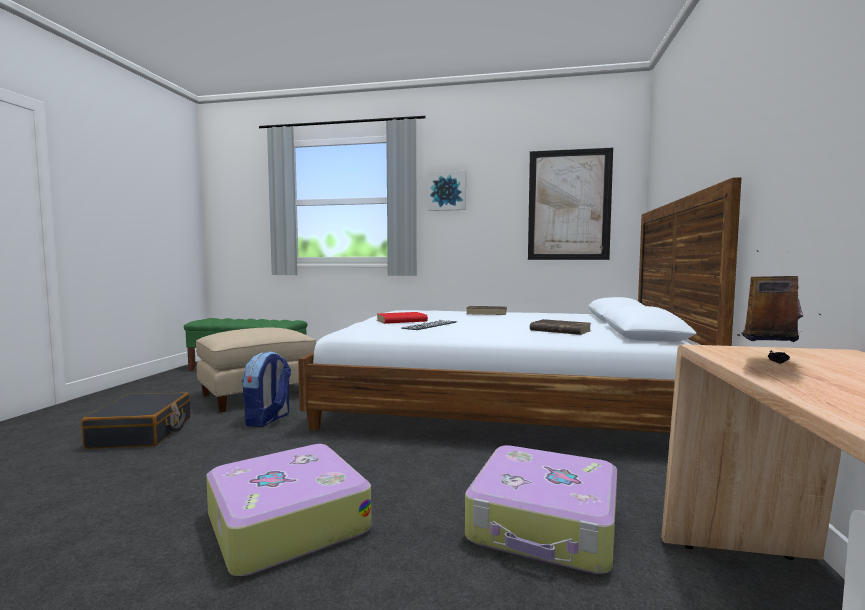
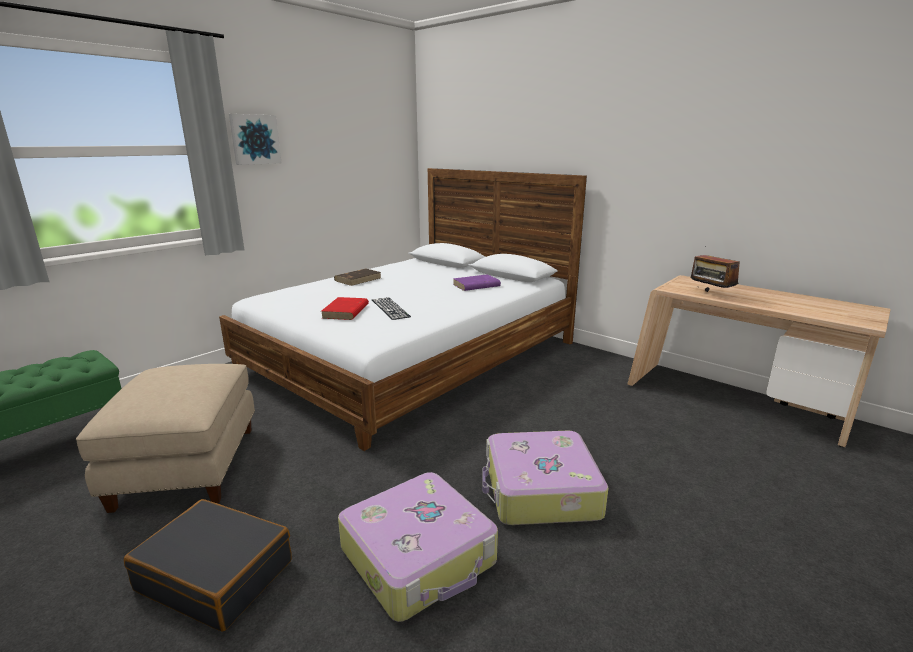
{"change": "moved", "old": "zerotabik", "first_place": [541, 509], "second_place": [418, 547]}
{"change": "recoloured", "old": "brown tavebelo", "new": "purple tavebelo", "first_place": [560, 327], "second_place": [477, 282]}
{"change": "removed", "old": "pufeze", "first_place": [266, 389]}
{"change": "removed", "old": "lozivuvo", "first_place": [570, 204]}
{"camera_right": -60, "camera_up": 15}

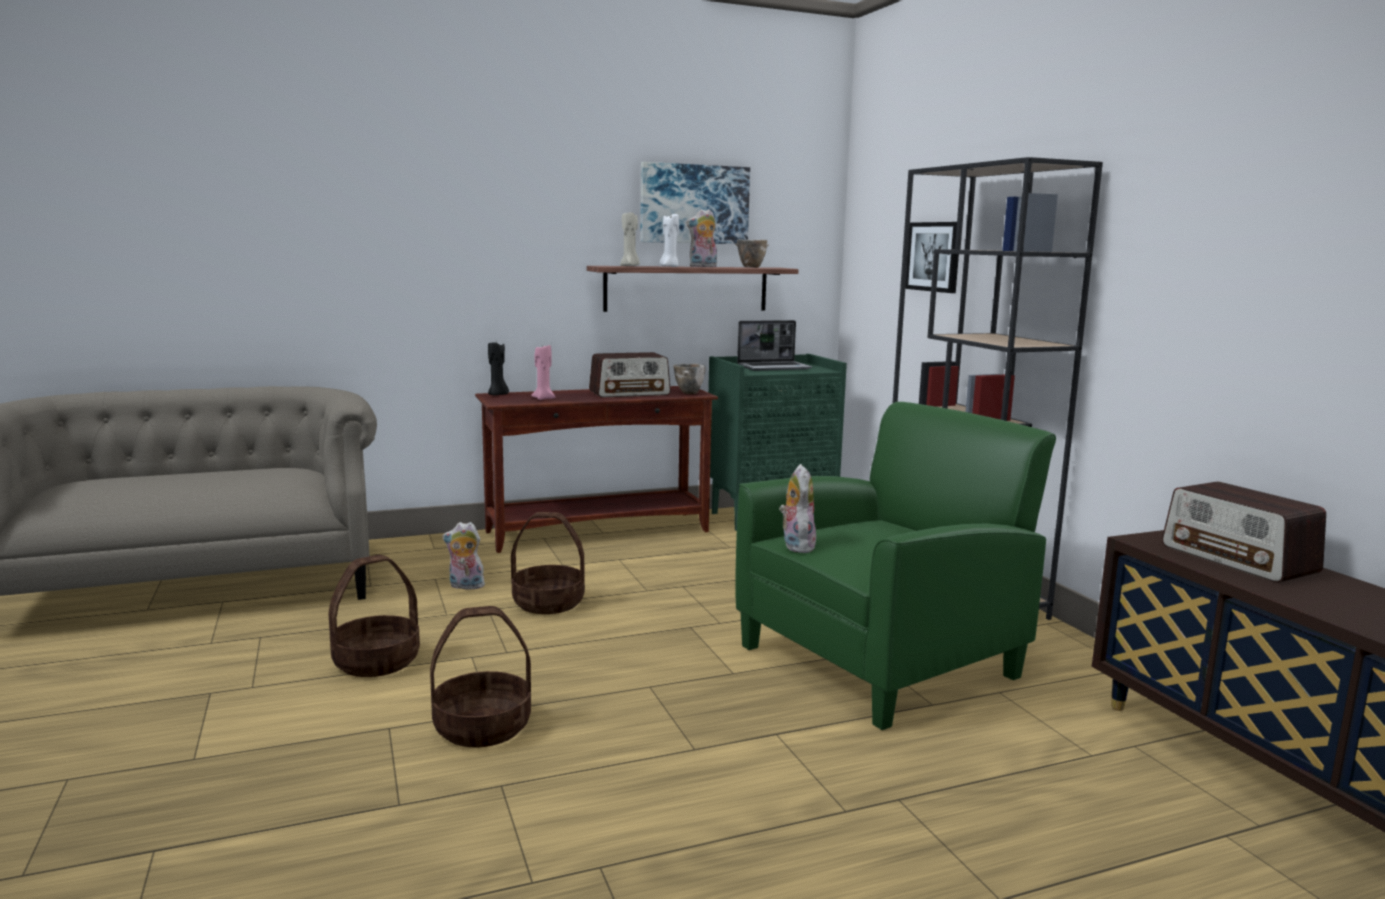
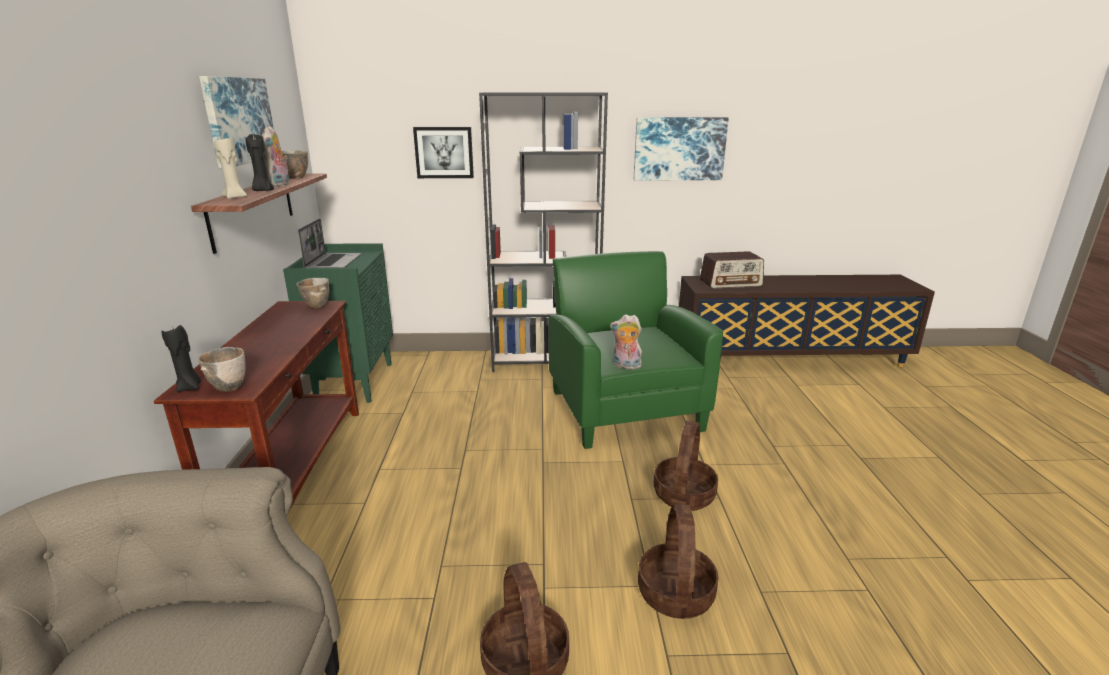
{"change": "added", "new": "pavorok", "second_place": [222, 369]}
{"change": "recoloured", "old": "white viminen", "new": "black viminen", "first_place": [669, 240], "second_place": [259, 162]}
{"change": "added", "new": "lozivuvo", "second_place": [681, 148]}
{"change": "moved", "old": "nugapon", "first_place": [548, 563], "second_place": [686, 465]}
{"change": "removed", "old": "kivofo", "first_place": [465, 556]}
{"change": "removed", "old": "pink viminen", "first_place": [543, 372]}
{"change": "removed", "old": "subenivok", "first_place": [630, 375]}
{"camera_right": -70, "camera_up": 10}

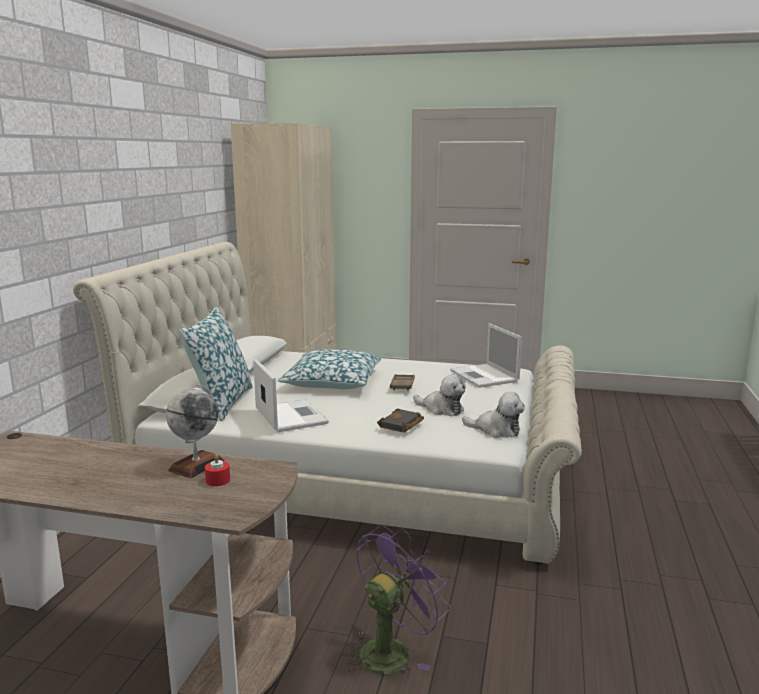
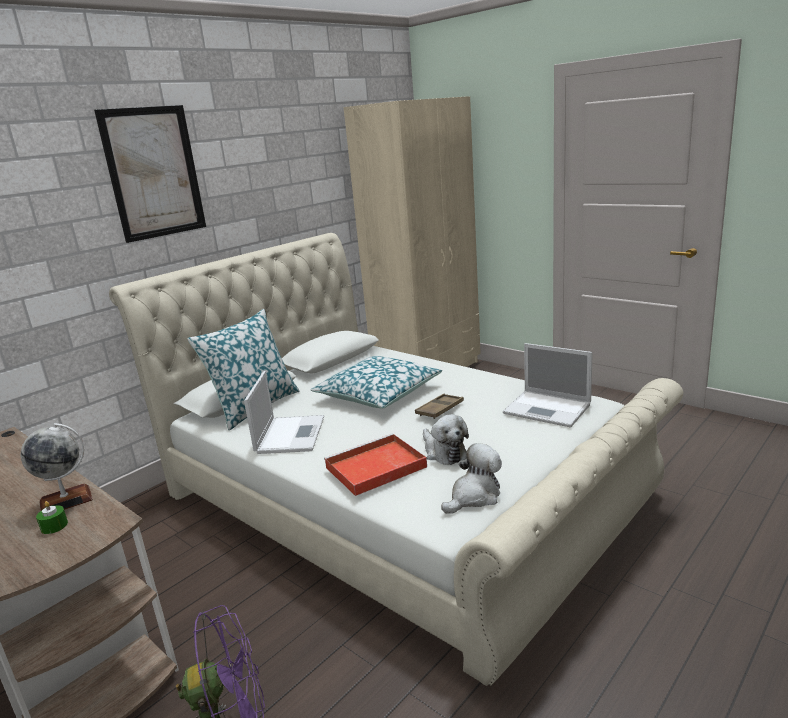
{"change": "recoloured", "old": "red viminen", "new": "green viminen", "first_place": [217, 470], "second_place": [52, 517]}
{"change": "added", "new": "lozivuvo", "second_place": [150, 174]}
{"change": "replaced", "old": "black tavebelo", "new": "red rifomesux", "first_place": [400, 420], "second_place": [375, 464]}
{"change": "turned", "old": "kivofo", "first_place": [493, 415], "second_place": [471, 478], "degrees": -90}
{"change": "turned", "old": "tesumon", "first_place": [486, 355], "second_place": [548, 385], "degrees": -60}
{"camera_right": 30, "camera_up": 5}

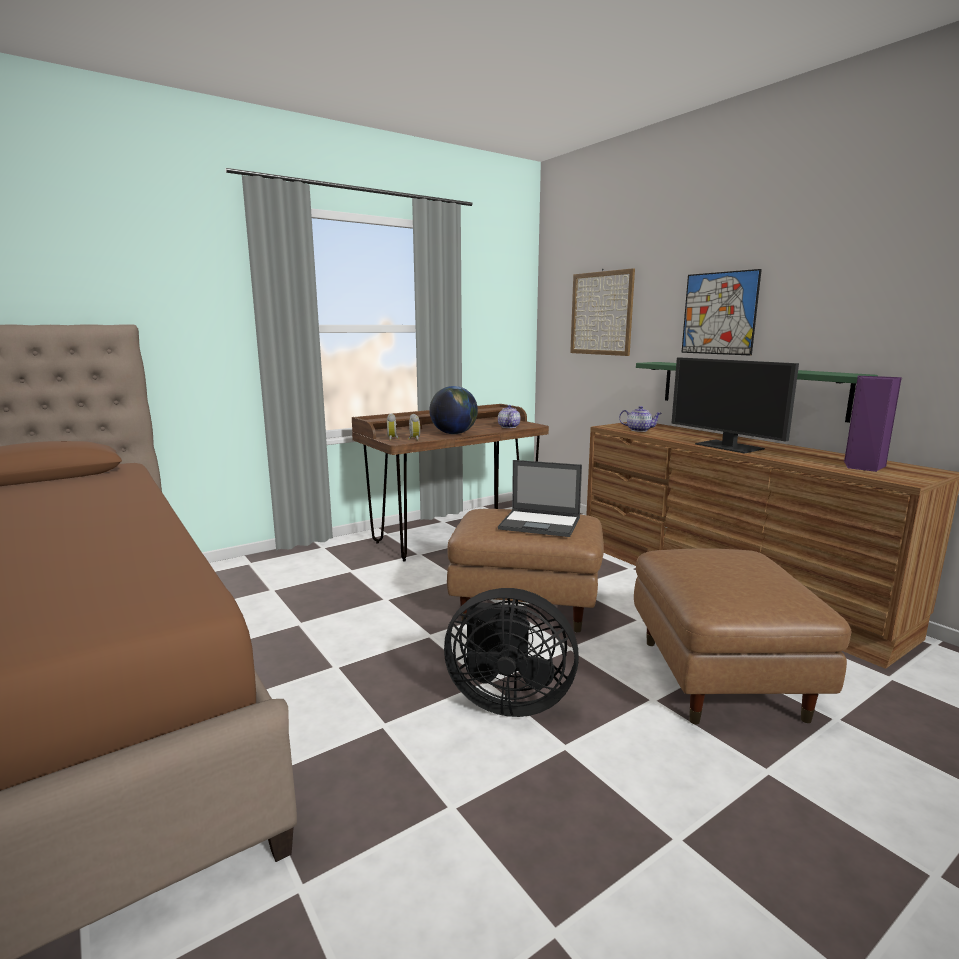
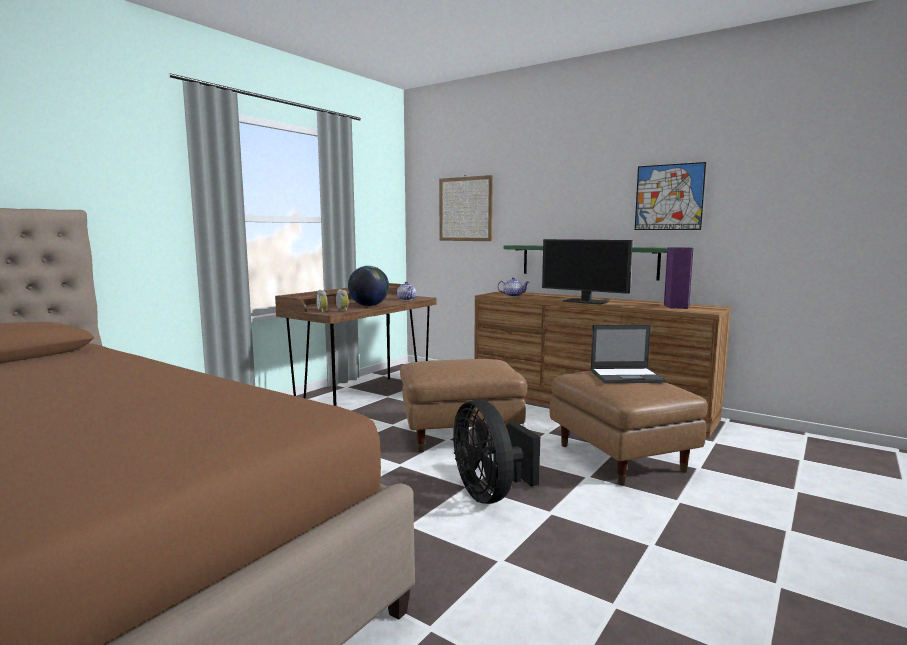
{"change": "turned", "old": "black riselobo", "first_place": [511, 652], "second_place": [496, 452], "degrees": 75}
{"change": "moved", "old": "tesumon", "first_place": [540, 498], "second_place": [628, 354]}
{"change": "moved", "old": "lozivuvo", "first_place": [721, 312], "second_place": [670, 196]}
{"camera_right": -20, "camera_up": -5}

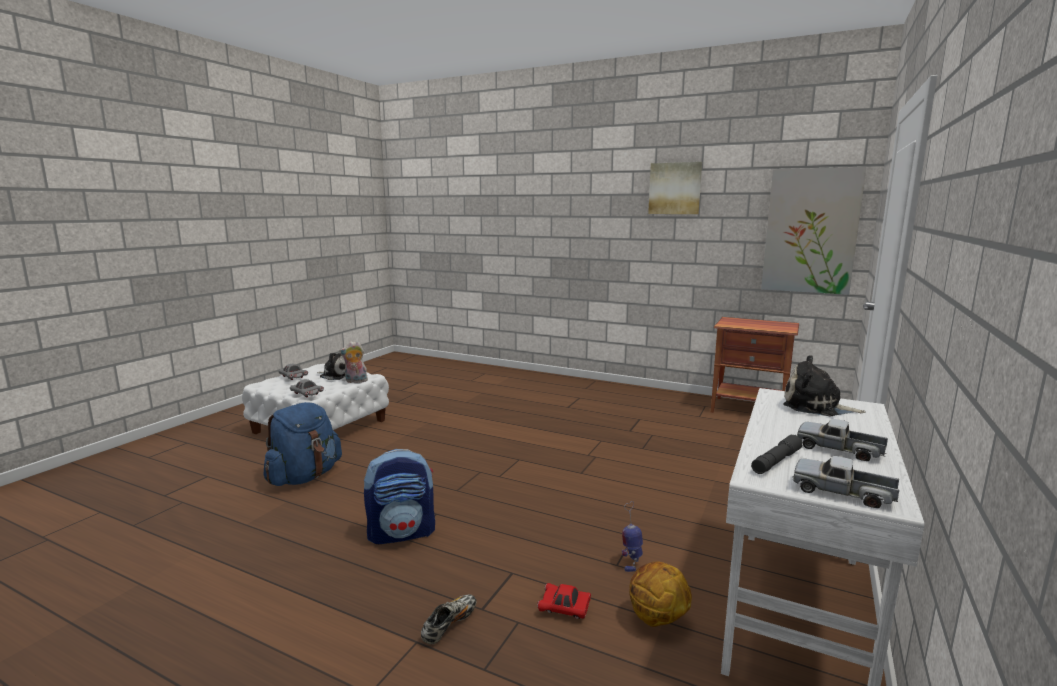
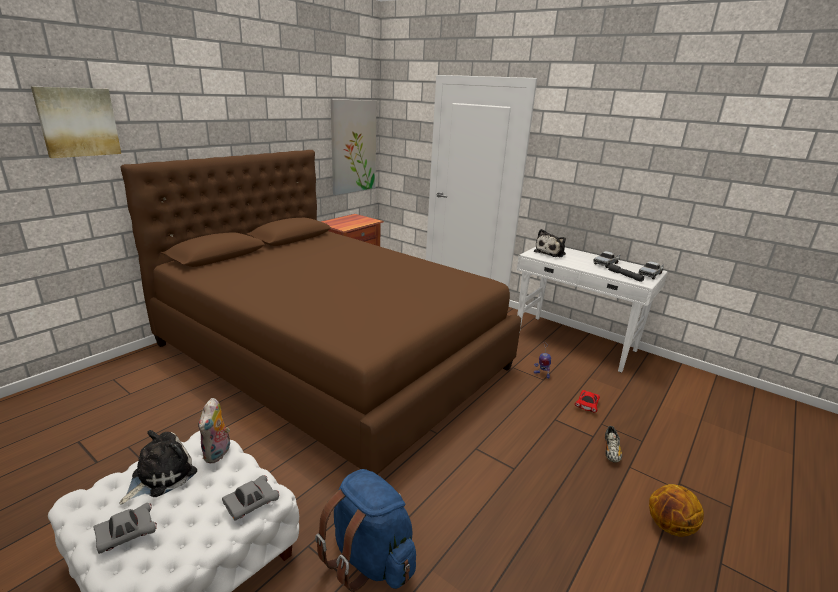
{"change": "moved", "old": "lozivuvo", "first_place": [675, 188], "second_place": [76, 122]}
{"change": "added", "new": "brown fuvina", "second_place": [321, 312]}
{"change": "turned", "old": "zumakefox", "first_place": [448, 620], "second_place": [613, 444], "degrees": -120}
{"change": "moved", "old": "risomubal", "first_place": [660, 594], "second_place": [676, 510]}
{"change": "removed", "old": "pufeze", "first_place": [399, 496]}
{"camera_right": -80, "camera_up": 10}

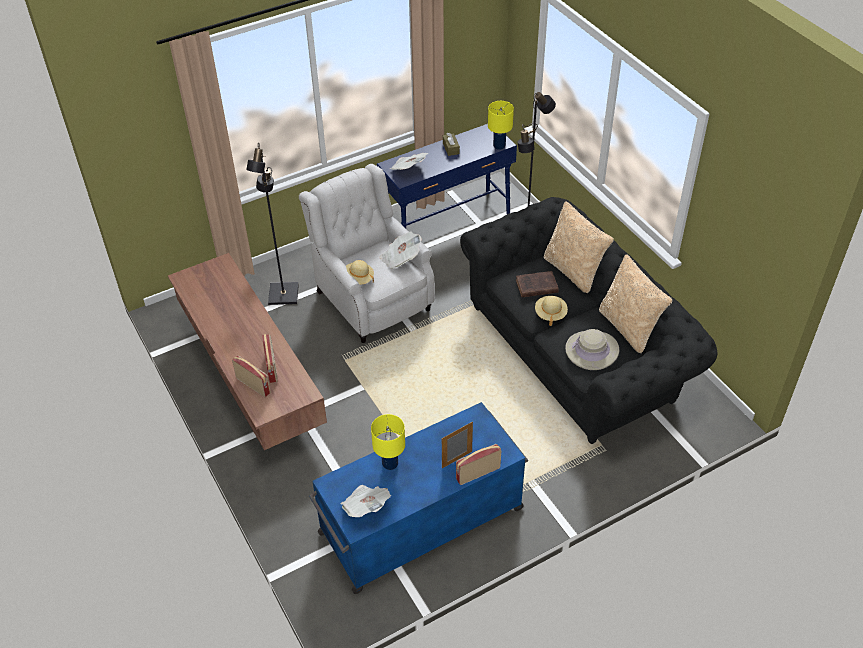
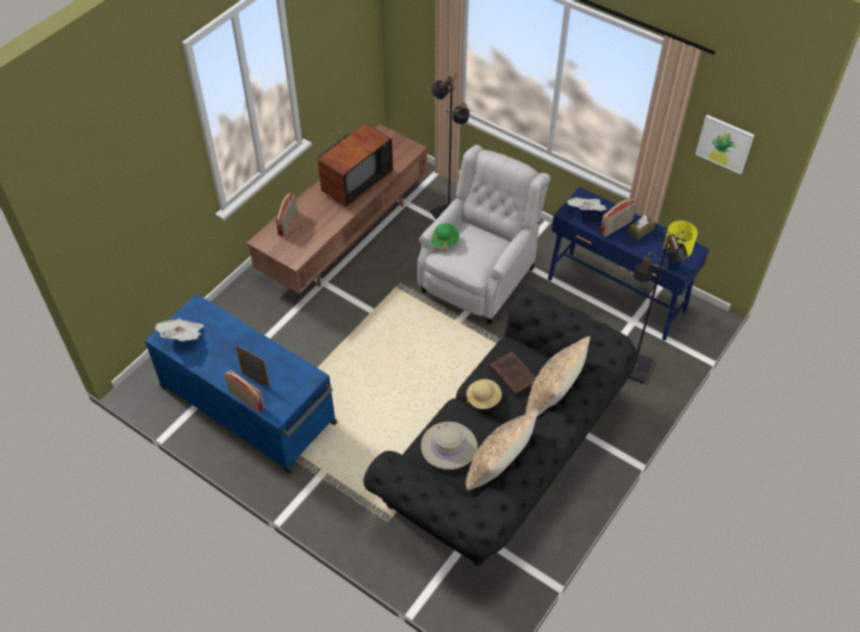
{"change": "added", "new": "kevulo", "second_place": [355, 158]}
{"change": "recoloured", "old": "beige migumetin", "new": "green migumetin", "first_place": [360, 272], "second_place": [445, 237]}
{"change": "moved", "old": "subenivok", "first_place": [270, 358], "second_place": [618, 218]}
{"change": "added", "new": "lozivuvo", "second_place": [724, 144]}
{"change": "removed", "old": "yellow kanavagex", "first_place": [388, 442]}
{"change": "removed", "old": "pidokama", "first_place": [401, 250]}
{"camera_right": 65, "camera_up": 5}

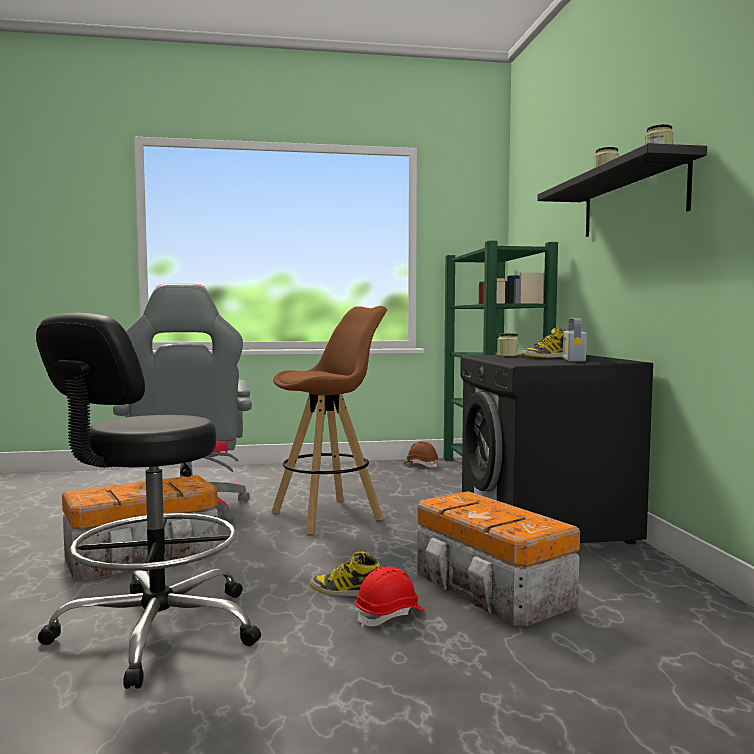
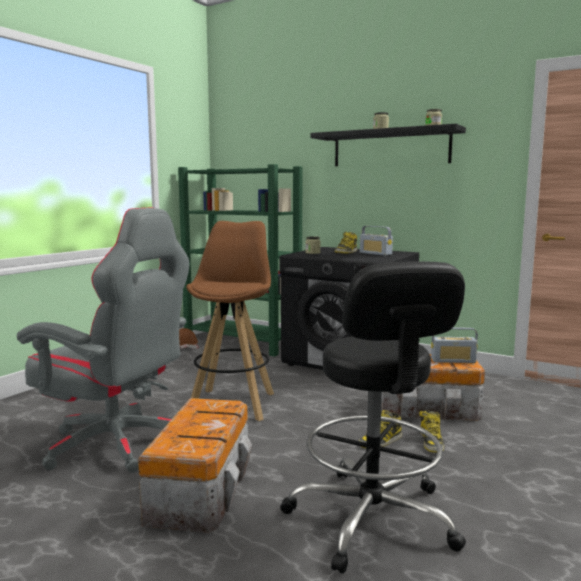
{"change": "replaced", "old": "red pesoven", "new": "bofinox", "first_place": [389, 596], "second_place": [431, 431]}
{"change": "added", "new": "subenivok", "second_place": [454, 345]}
{"camera_right": -50, "camera_up": 5}

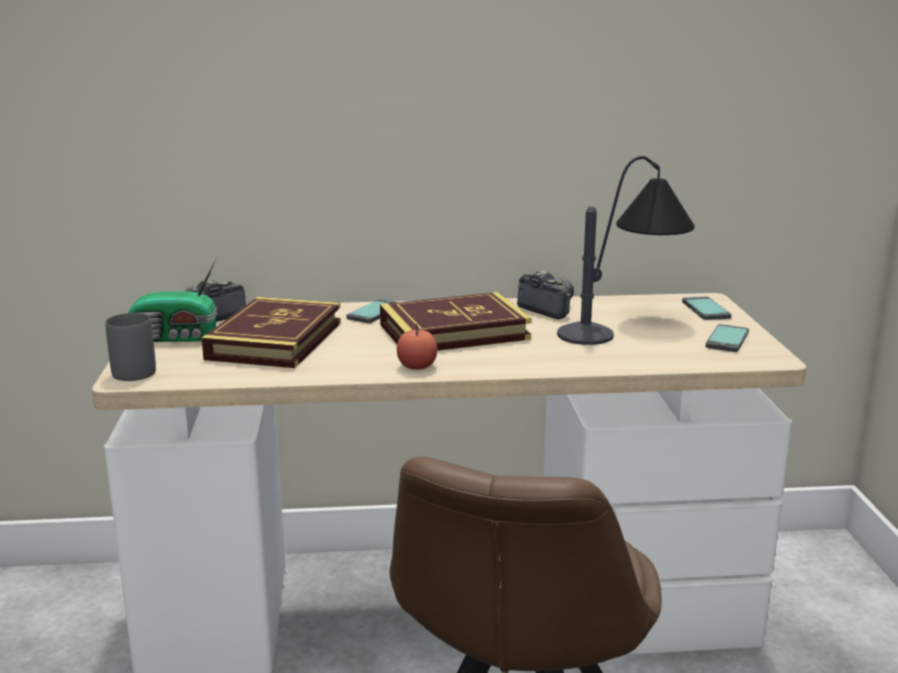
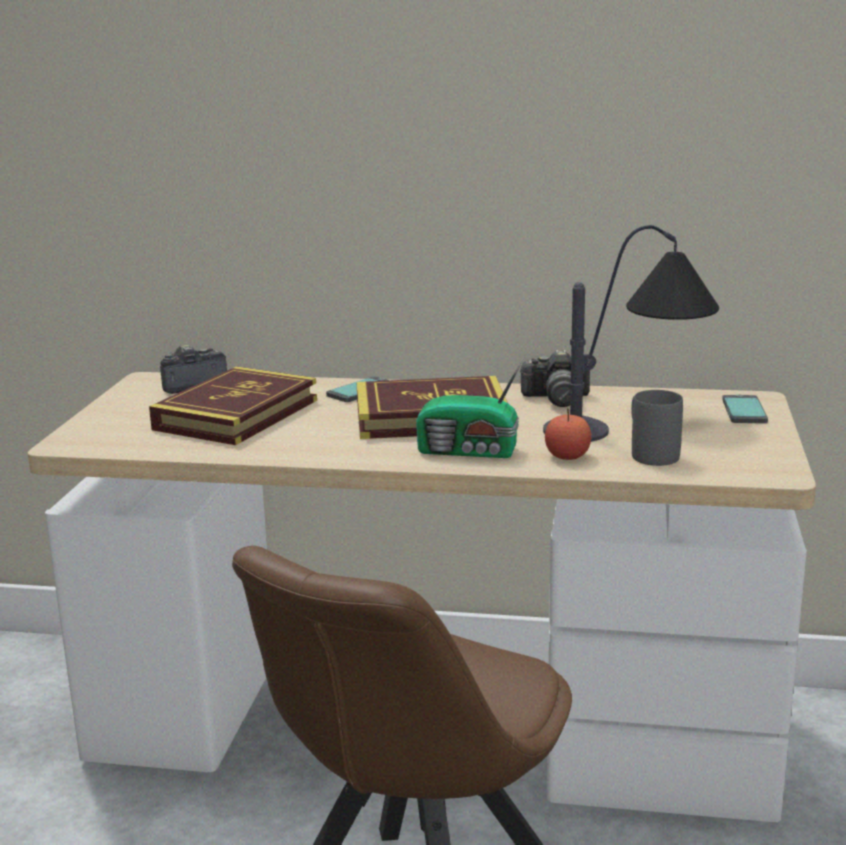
{"change": "moved", "old": "subenivok", "first_place": [173, 298], "second_place": [470, 406]}
{"change": "turned", "old": "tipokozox", "first_place": [545, 295], "second_place": [554, 378], "degrees": 120}
{"change": "moved", "old": "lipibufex", "first_place": [417, 347], "second_place": [568, 434]}
{"change": "moved", "old": "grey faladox", "first_place": [131, 347], "second_place": [657, 428]}
{"change": "removed", "old": "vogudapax", "first_place": [727, 338]}
{"camera_right": 15, "camera_up": 0}

